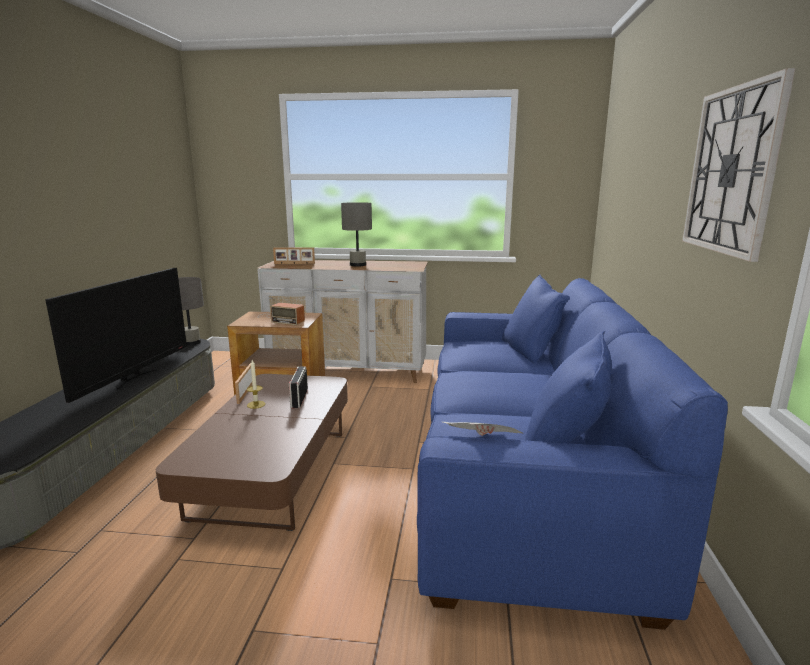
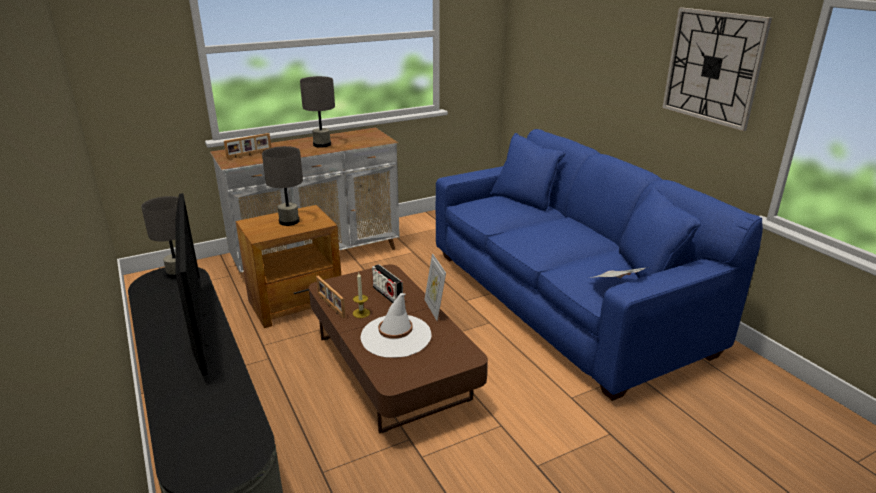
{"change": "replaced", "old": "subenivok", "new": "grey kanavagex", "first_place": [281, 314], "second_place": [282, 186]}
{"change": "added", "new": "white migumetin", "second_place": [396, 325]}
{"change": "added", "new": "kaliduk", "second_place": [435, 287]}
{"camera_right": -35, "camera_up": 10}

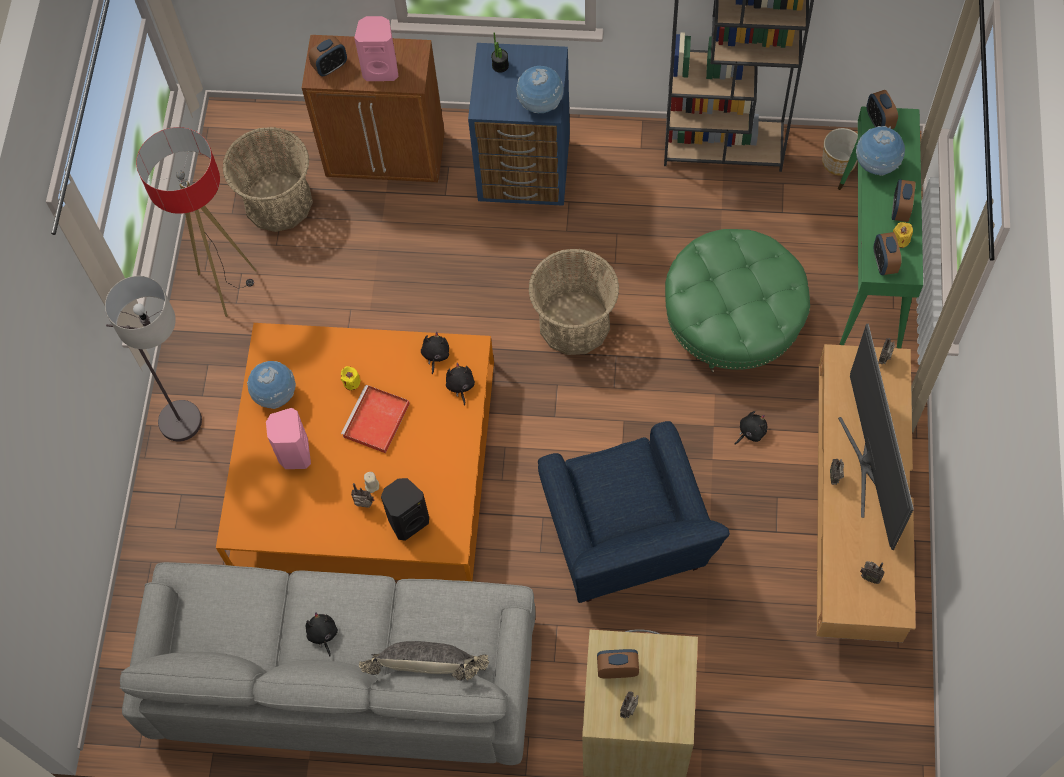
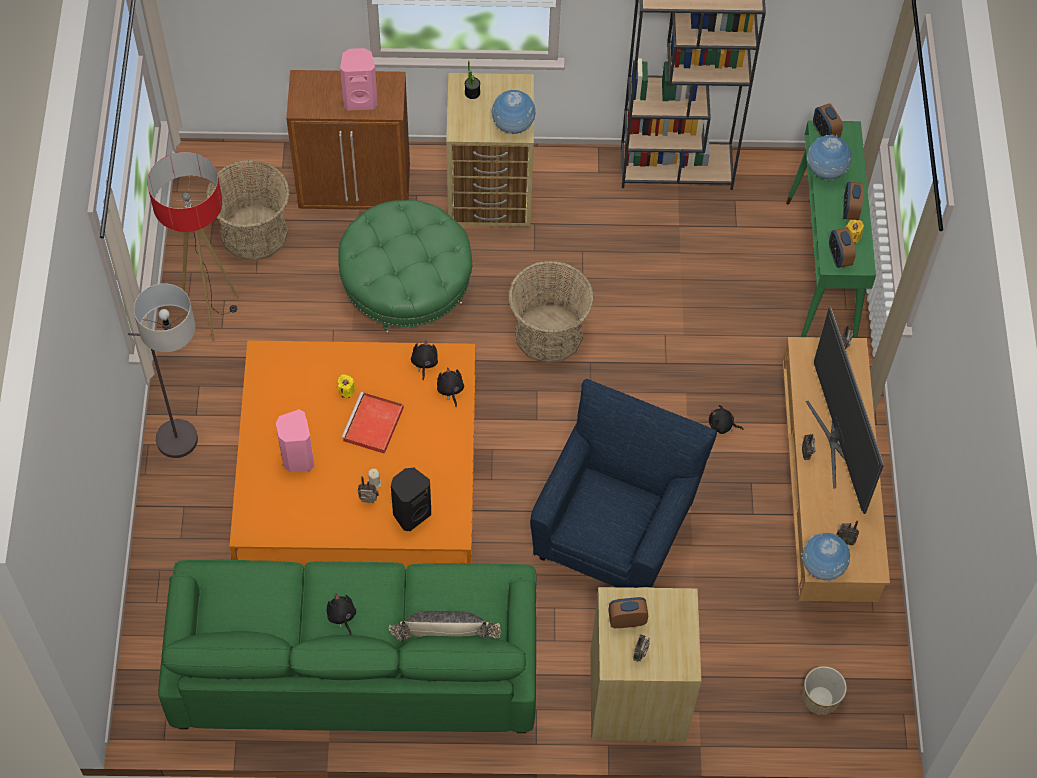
{"change": "recoloured", "old": "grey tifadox", "new": "green tifadox", "first_place": [328, 663], "second_place": [347, 646]}
{"change": "moved", "old": "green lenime", "first_place": [737, 301], "second_place": [405, 267]}
{"change": "recoloured", "old": "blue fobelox", "new": "brown fobelox", "first_place": [519, 124], "second_place": [490, 150]}
{"change": "turned", "old": "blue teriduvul", "first_place": [634, 512], "second_place": [623, 483], "degrees": -135}
{"change": "turned", "old": "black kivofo", "first_place": [751, 427], "second_place": [726, 419], "degrees": -120}
{"change": "moved", "old": "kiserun", "first_place": [271, 385], "second_place": [825, 557]}
{"change": "moved", "old": "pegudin", "first_place": [840, 151], "second_place": [824, 691]}
{"change": "removed", "old": "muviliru", "first_place": [328, 56]}
{"camera_right": -10, "camera_up": -5}

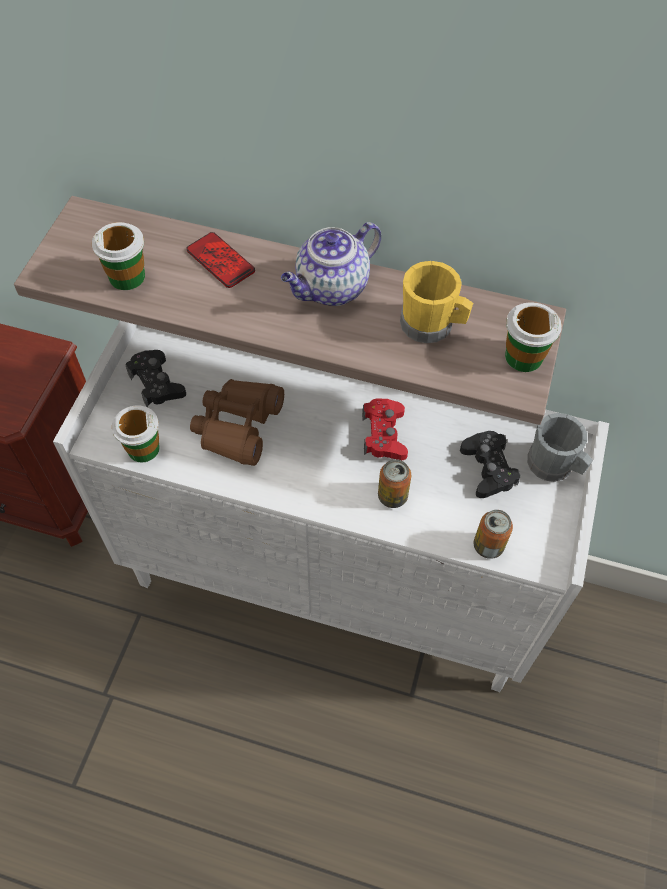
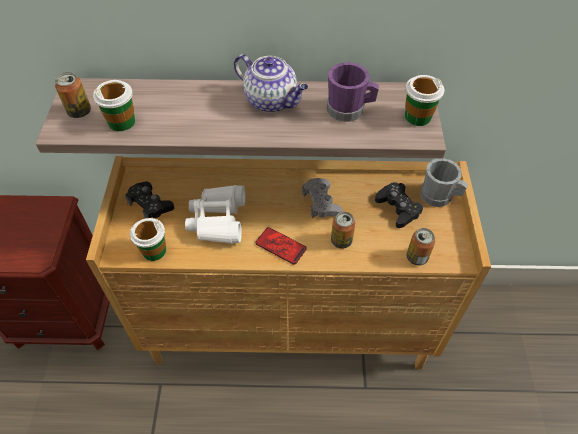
{"change": "added", "new": "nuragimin", "second_place": [73, 95]}
{"change": "recoloured", "old": "white fobelox", "new": "brown fobelox", "first_place": [331, 506], "second_place": [288, 263]}
{"change": "recoloured", "old": "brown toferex", "new": "white toferex", "first_place": [237, 422], "second_place": [215, 214]}
{"change": "turned", "old": "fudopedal", "first_place": [331, 264], "second_place": [271, 83], "degrees": -90}
{"change": "moved", "old": "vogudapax", "first_place": [220, 260], "second_place": [281, 246]}
{"change": "recoloured", "old": "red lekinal", "new": "grey lekinal", "first_place": [385, 429], "second_place": [322, 198]}
{"change": "recoloured", "old": "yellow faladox", "new": "purple faladox", "first_place": [436, 302], "second_place": [353, 92]}
{"camera_right": -15, "camera_up": -5}

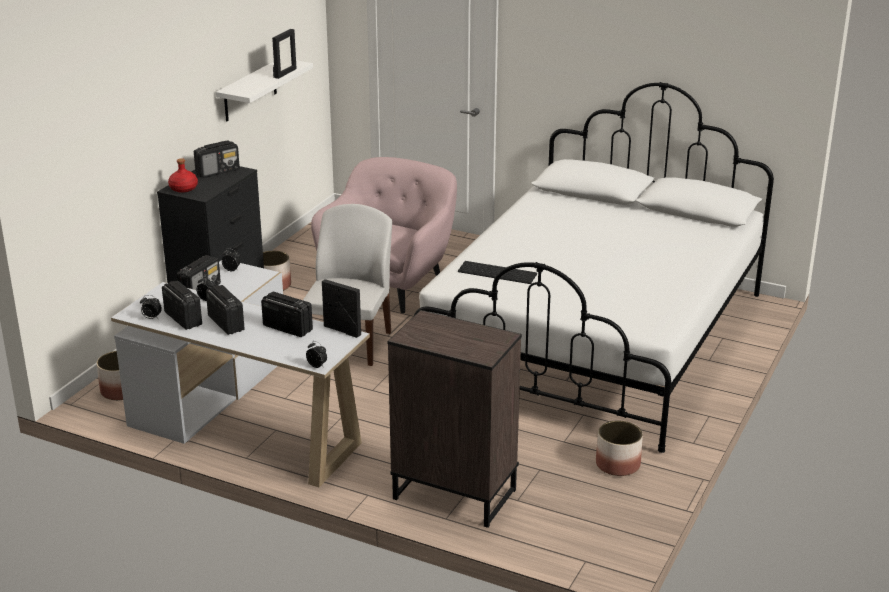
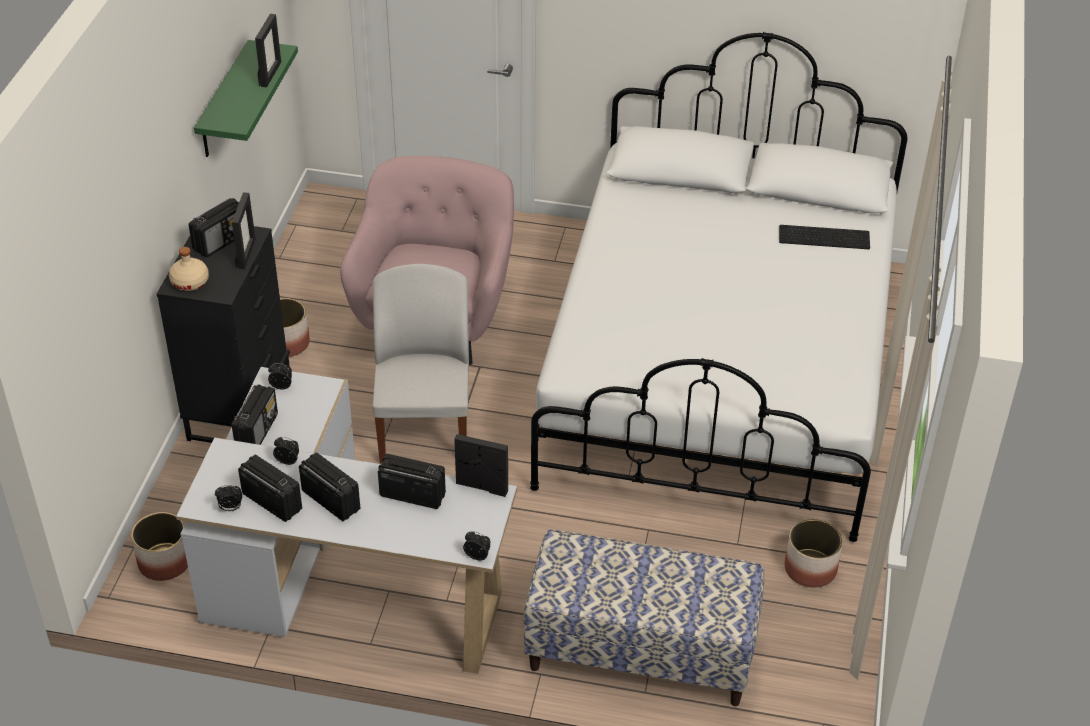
{"change": "recoloured", "old": "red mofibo", "new": "beige mofibo", "first_place": [183, 175], "second_place": [189, 269]}
{"change": "recoloured", "old": "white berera", "new": "green berera", "first_place": [264, 90], "second_place": [246, 98]}
{"change": "added", "new": "kaliduk", "second_place": [243, 230]}
{"change": "replaced", "old": "brown fobelox", "new": "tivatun", "first_place": [454, 419], "second_place": [644, 618]}
{"change": "moved", "old": "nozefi", "first_place": [497, 272], "second_place": [824, 237]}
{"camera_right": -15, "camera_up": 15}

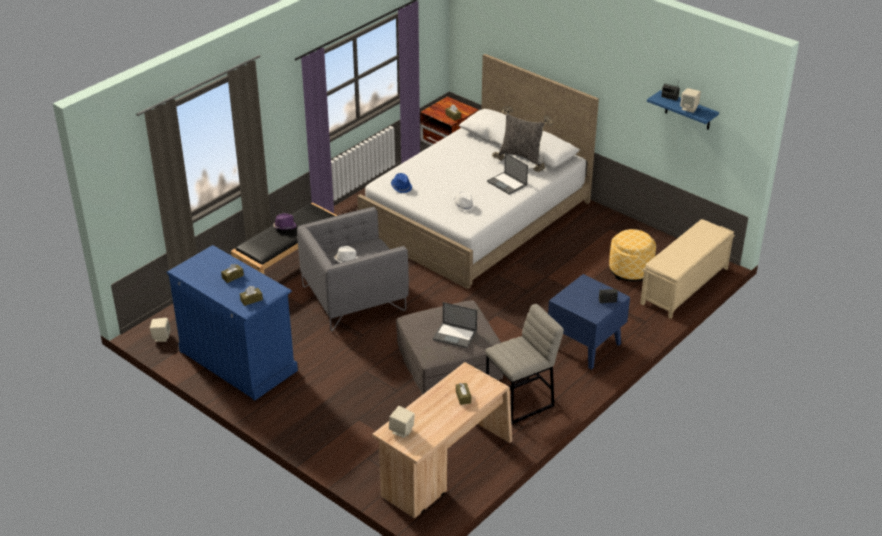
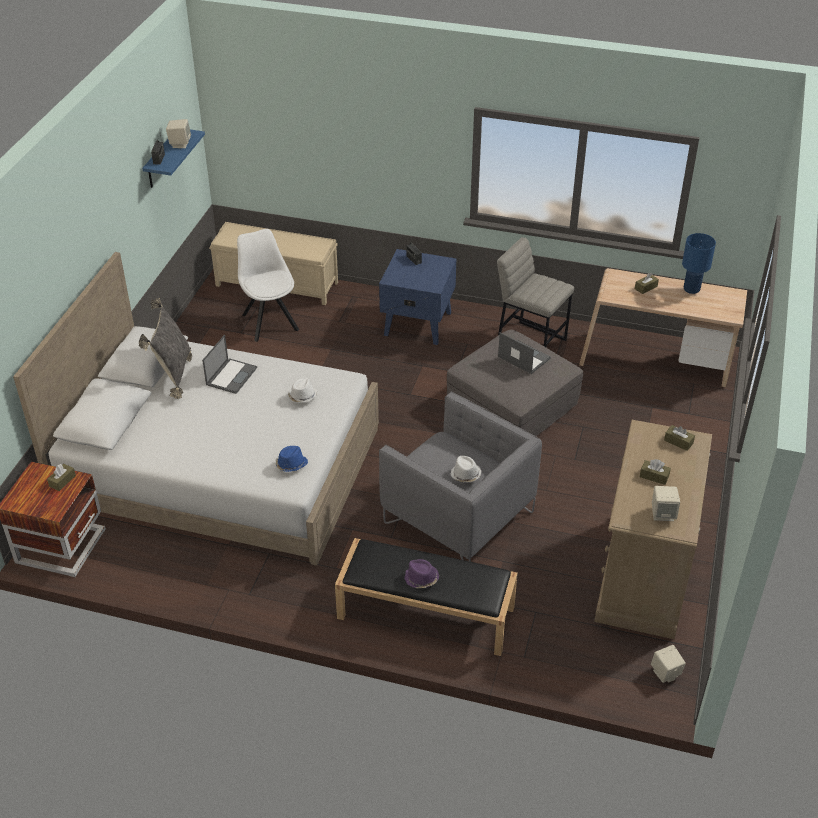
{"change": "replaced", "old": "lenime", "new": "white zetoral", "first_place": [632, 255], "second_place": [268, 285]}
{"change": "turned", "old": "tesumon", "first_place": [455, 325], "second_place": [524, 353], "degrees": -45}
{"change": "recoloured", "old": "blue fobelox", "new": "beige fobelox", "first_place": [232, 323], "second_place": [653, 529]}
{"change": "moved", "old": "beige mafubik", "first_place": [402, 422], "second_place": [666, 503]}
{"change": "added", "new": "blue kanavagex", "second_place": [699, 263]}
{"camera_right": -115, "camera_up": 5}

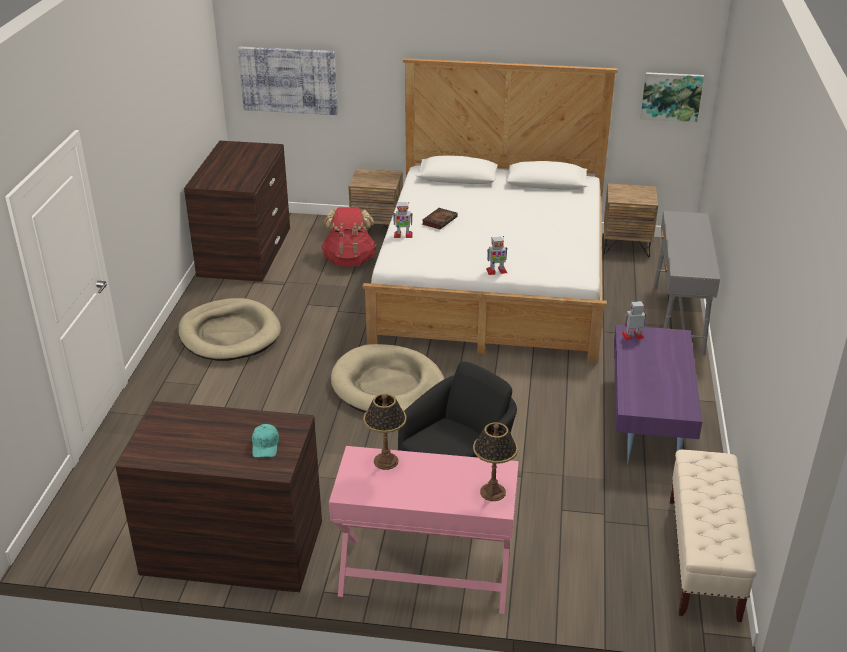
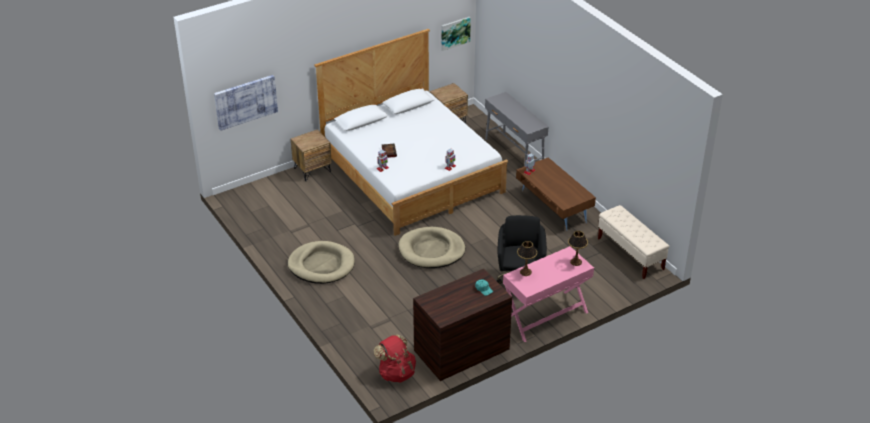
{"change": "moved", "old": "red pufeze", "first_place": [348, 237], "second_place": [394, 358]}
{"change": "recoloured", "old": "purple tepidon", "new": "brown tepidon", "first_place": [658, 395], "second_place": [556, 194]}
{"change": "removed", "old": "brown fobelox", "first_place": [237, 211]}
{"camera_right": -40, "camera_up": 5}

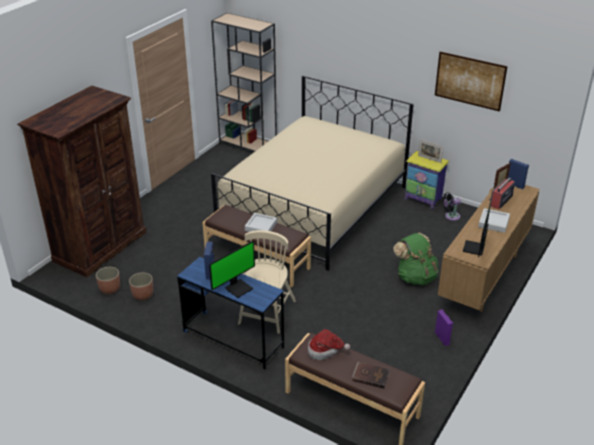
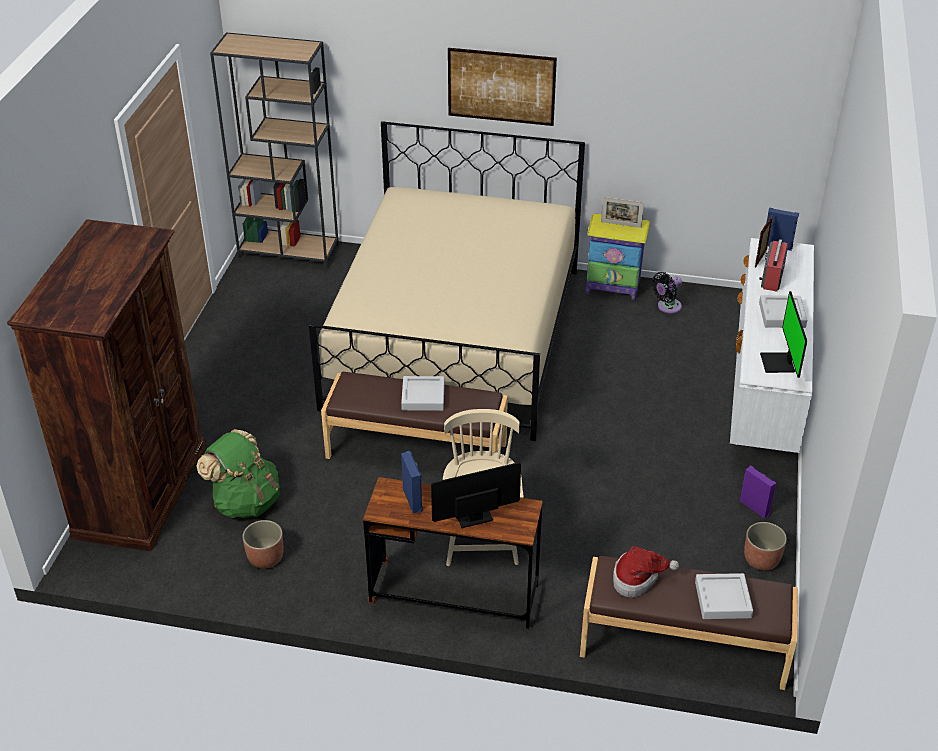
{"change": "moved", "old": "green pufeze", "first_place": [415, 259], "second_place": [238, 473]}
{"change": "recoloured", "old": "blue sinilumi", "new": "brown sinilumi", "first_place": [230, 313], "second_place": [453, 553]}
{"change": "turned", "old": "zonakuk", "first_place": [232, 269], "second_place": [476, 495], "degrees": -135}
{"change": "moved", "old": "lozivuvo", "first_place": [471, 81], "second_place": [502, 87]}
{"change": "replaced", "old": "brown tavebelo", "new": "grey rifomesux", "first_place": [371, 375], "second_place": [724, 596]}
{"change": "recoloured", "old": "brown fobelox", "new": "white fobelox", "first_place": [489, 248], "second_place": [772, 345]}
{"change": "moved", "old": "pegudin", "first_place": [108, 280], "second_place": [765, 546]}
{"camera_right": -20, "camera_up": 5}

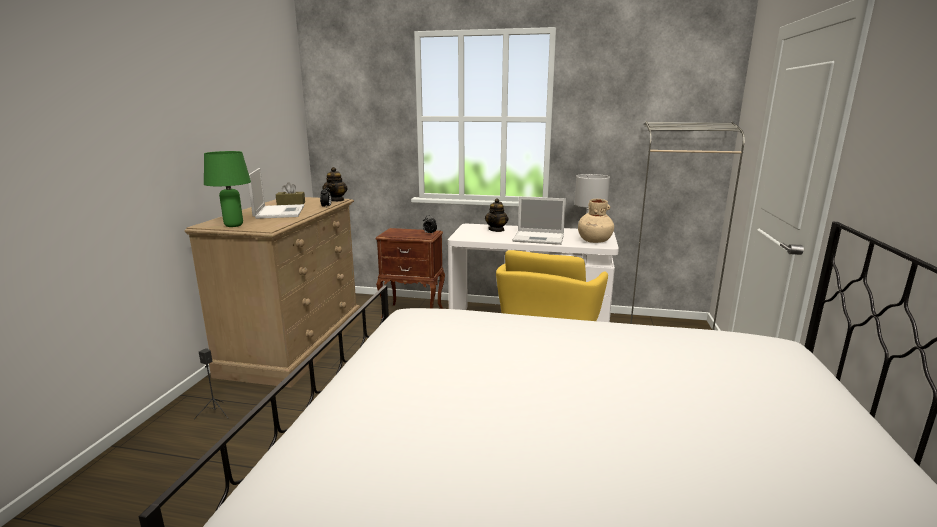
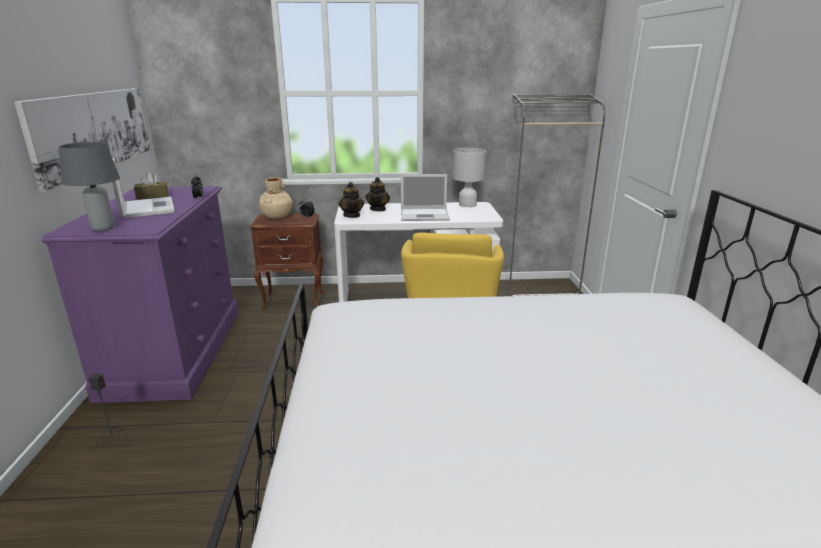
{"change": "added", "new": "lozivuvo", "second_place": [82, 139]}
{"change": "recoloured", "old": "beige fobelox", "new": "purple fobelox", "first_place": [272, 292], "second_place": [140, 294]}
{"change": "recoloured", "old": "green kanavagex", "new": "grey kanavagex", "first_place": [227, 189], "second_place": [89, 187]}
{"change": "moved", "old": "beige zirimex", "first_place": [596, 221], "second_place": [276, 198]}
{"change": "moved", "old": "fudopedal", "first_place": [335, 184], "second_place": [351, 200]}
{"camera_right": -15, "camera_up": 5}

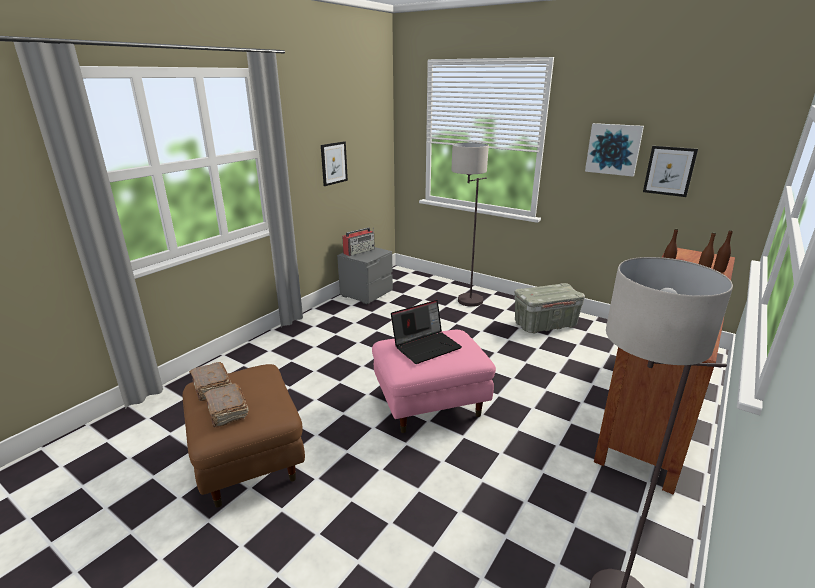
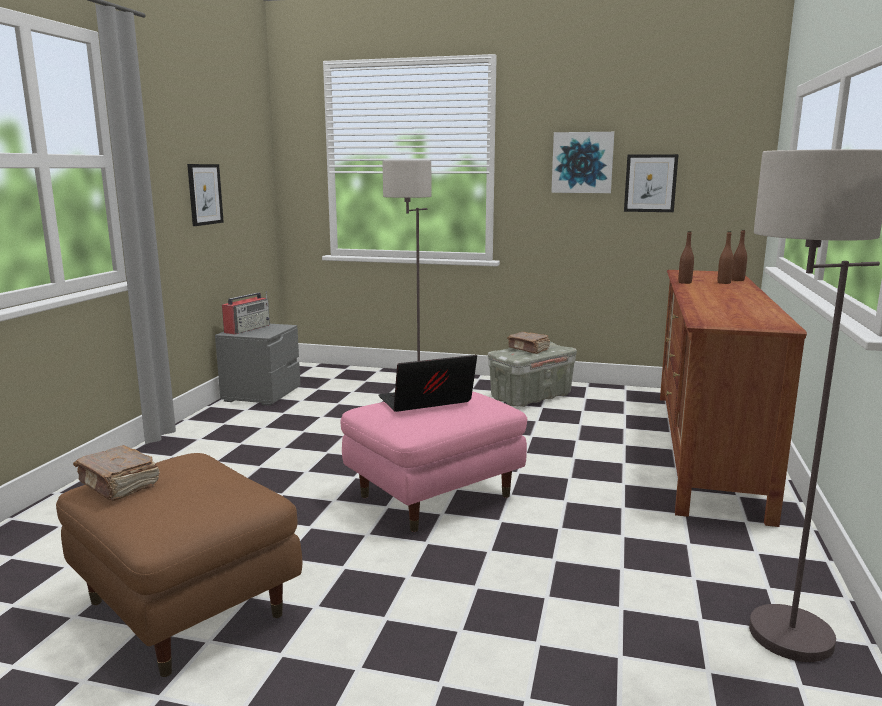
{"change": "turned", "old": "tesumon", "first_place": [426, 332], "second_place": [428, 383], "degrees": -150}
{"change": "moved", "old": "brown tavebelo", "first_place": [226, 405], "second_place": [528, 343]}
{"camera_right": -20, "camera_up": -10}

